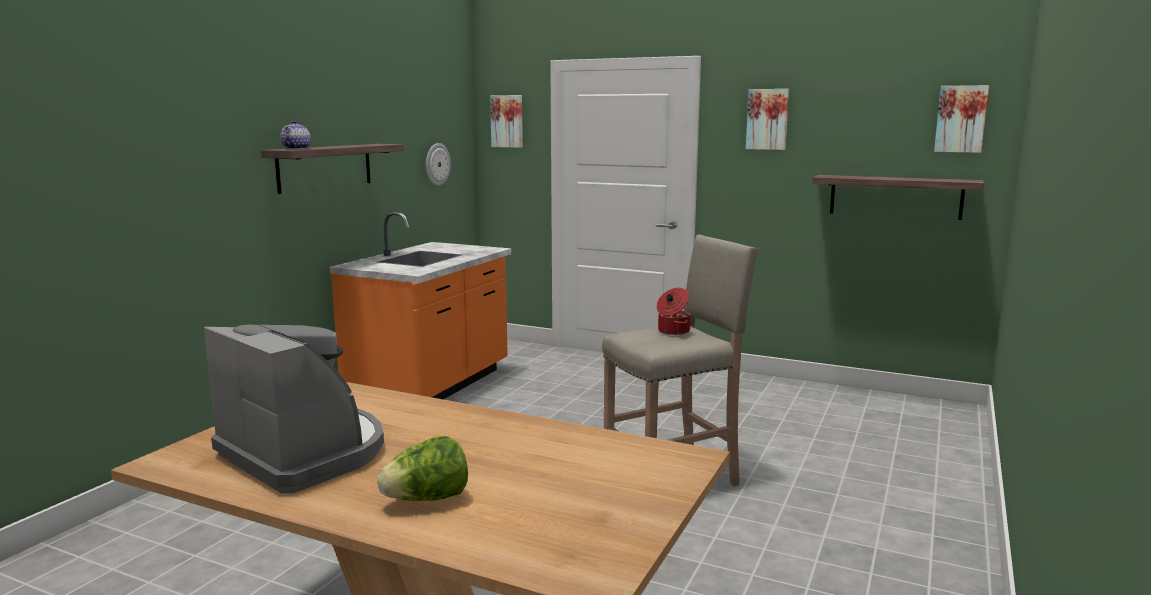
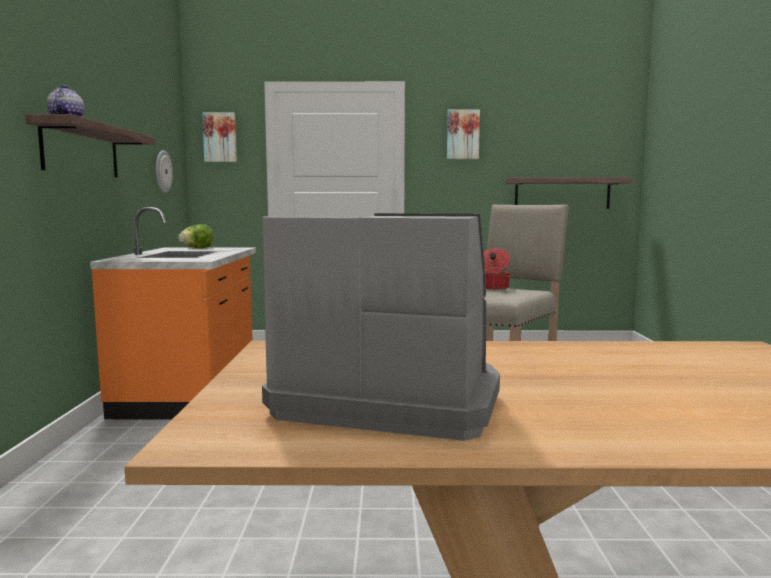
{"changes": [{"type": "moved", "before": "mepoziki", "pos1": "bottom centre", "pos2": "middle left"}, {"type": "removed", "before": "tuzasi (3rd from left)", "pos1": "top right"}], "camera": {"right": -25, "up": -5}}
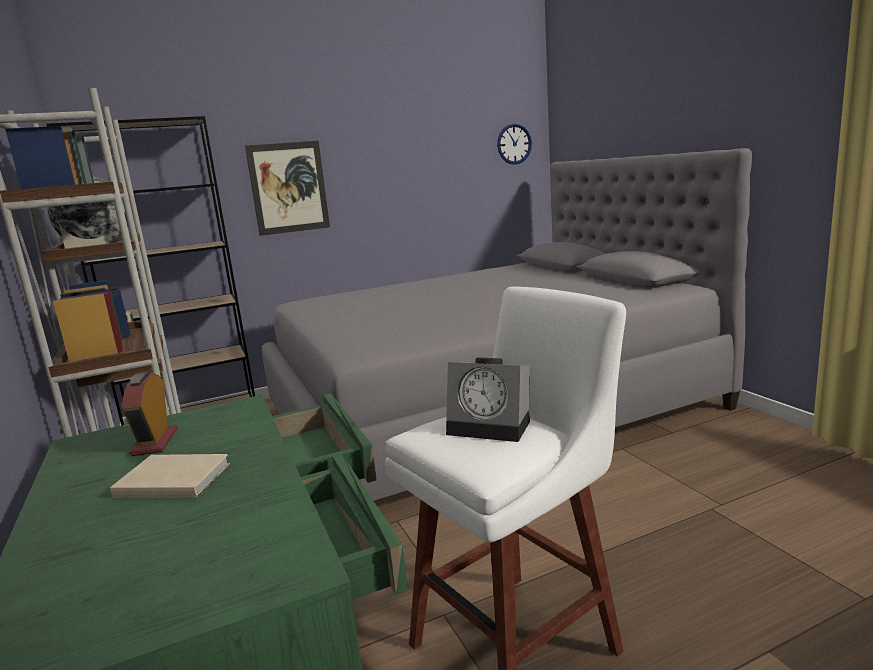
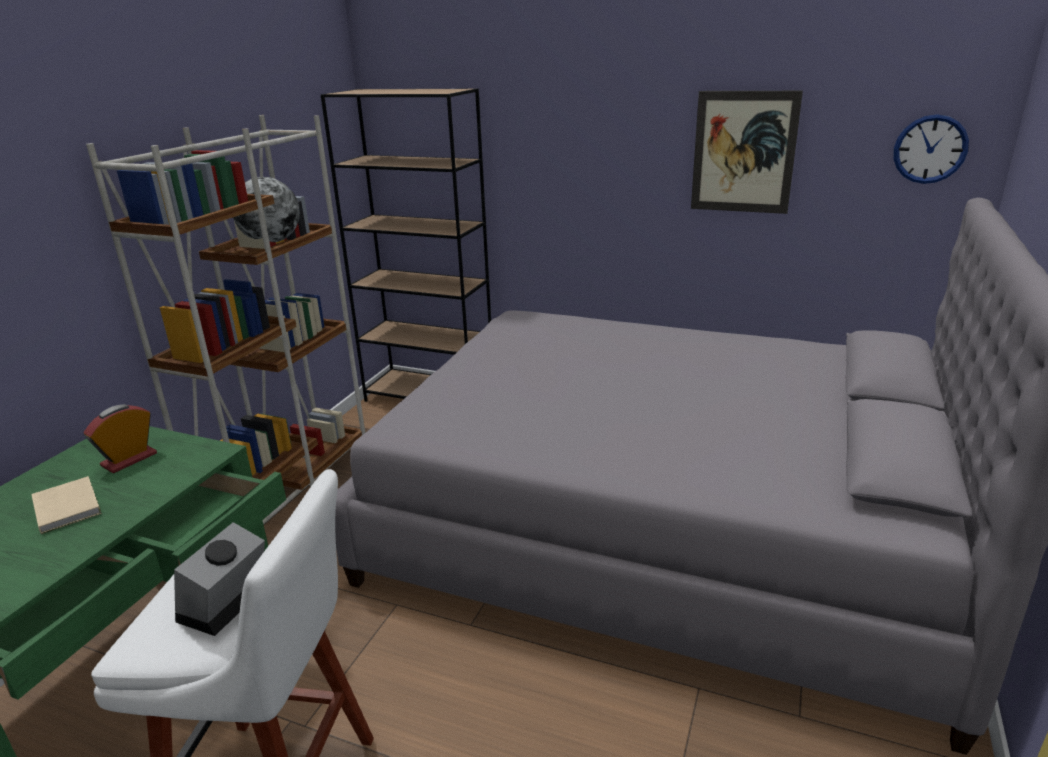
{"changes": [{"type": "turned", "before": "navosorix (2nd from left)", "pos1": "centre", "pos2": "bottom left", "turn": 45}, {"type": "moved", "before": "tuzasi", "pos1": "top left", "pos2": "top right"}], "camera": {"right": 45, "up": 10}}
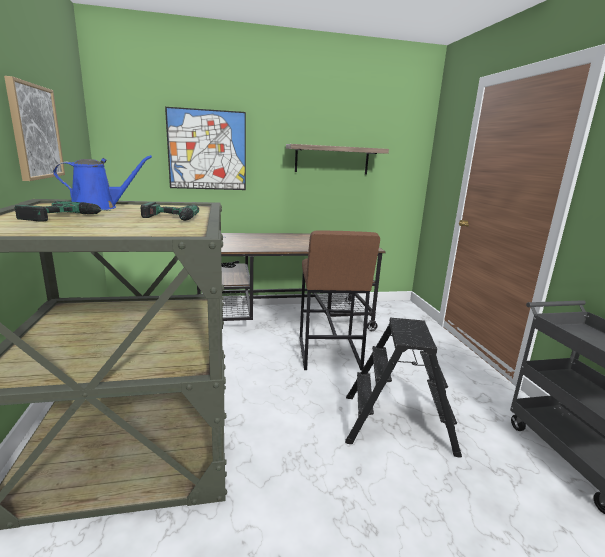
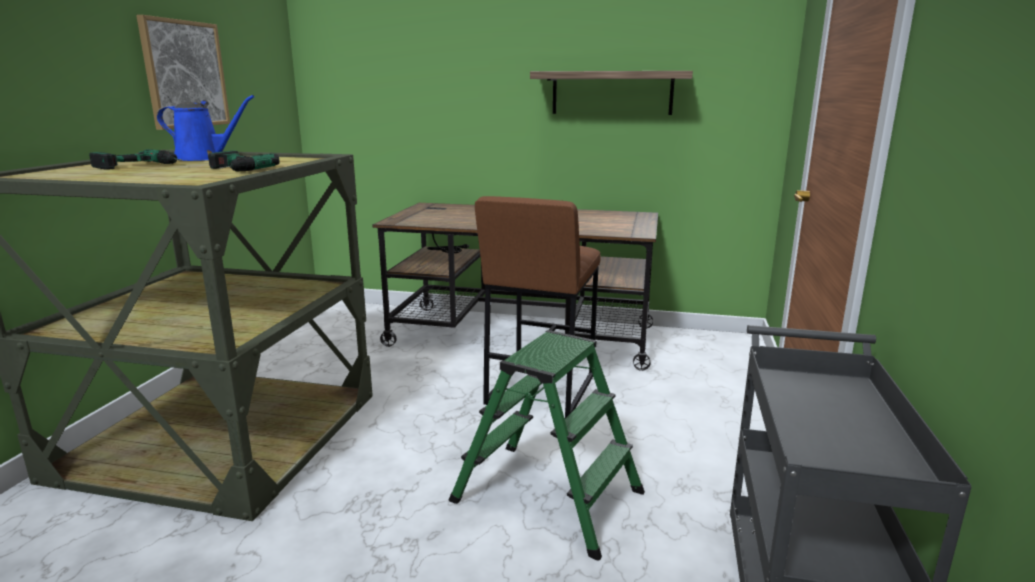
{"changes": [{"type": "recoloured", "before": "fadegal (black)", "after": "fadegal (green)", "pos1": "bottom centre", "pos2": "bottom centre"}, {"type": "removed", "before": "tuzasi (2nd from left)", "pos1": "top centre"}], "camera": {"right": 25, "up": 0}}
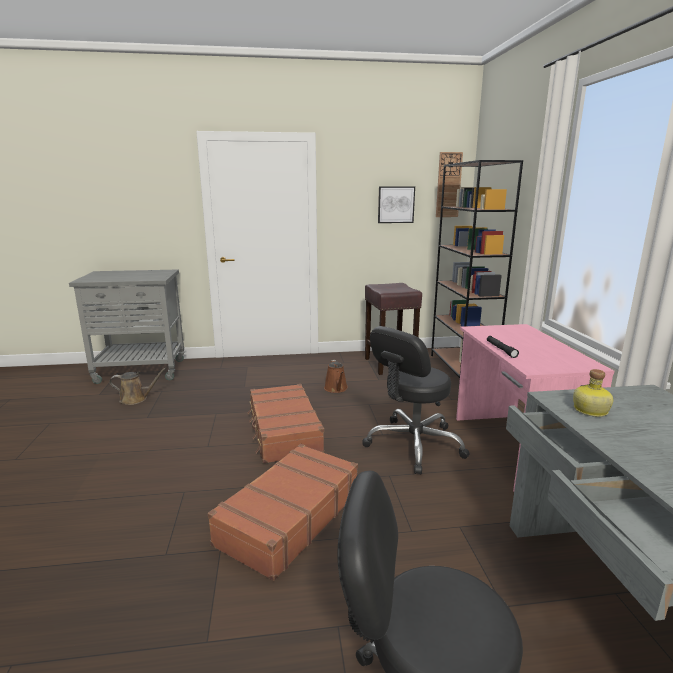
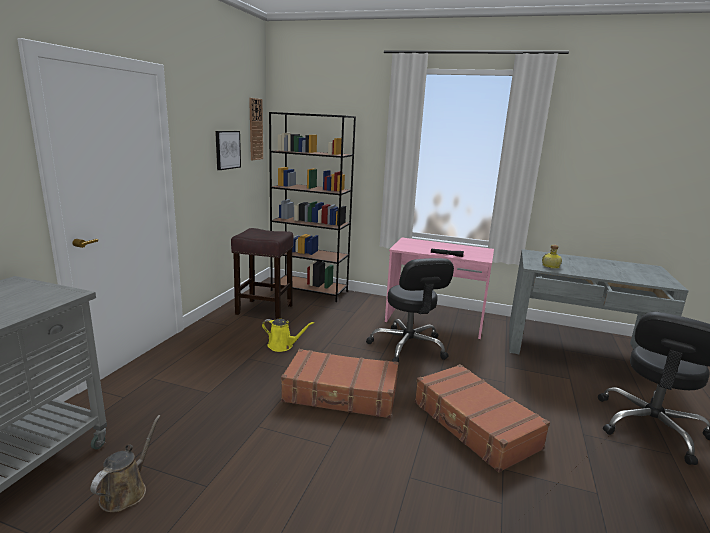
{"changes": [{"type": "recoloured", "before": "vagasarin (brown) (2nd from left)", "after": "vagasarin (yellow)", "pos1": "centre", "pos2": "centre"}], "camera": {"right": -65, "up": 0}}
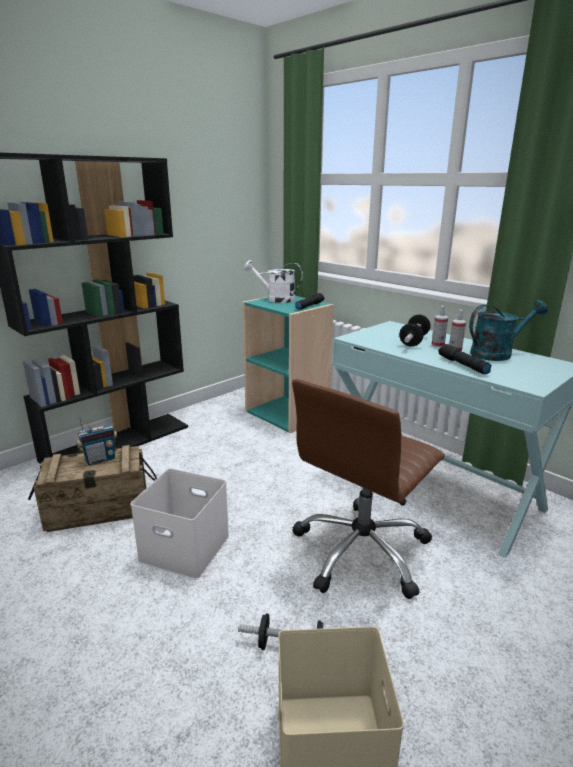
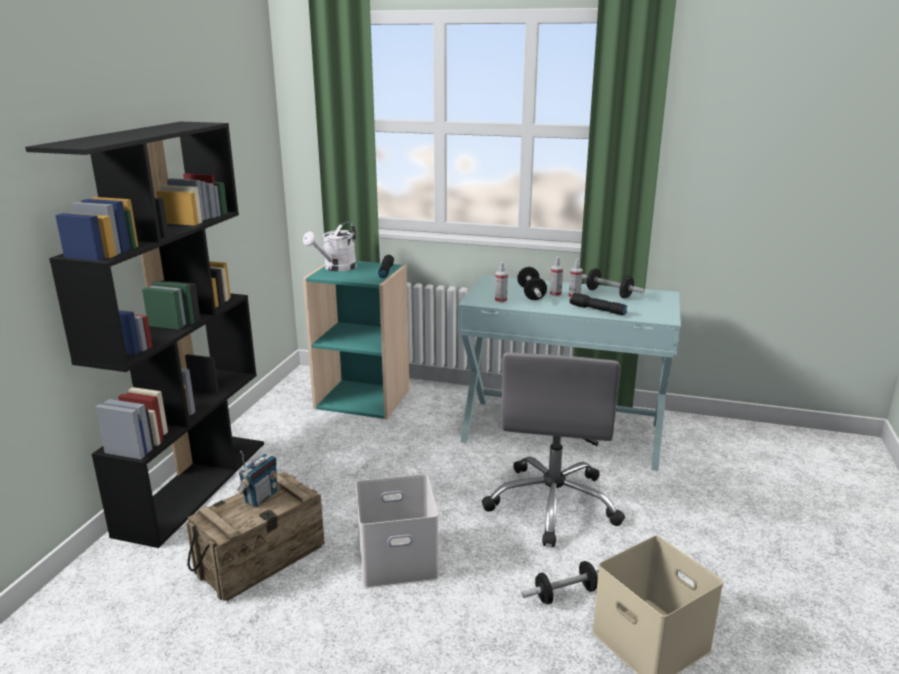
{"changes": [{"type": "turned", "before": "vagasarin (white)", "pos1": "centre", "pos2": "centre", "turn": -45}, {"type": "recoloured", "before": "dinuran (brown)", "after": "dinuran (grey)", "pos1": "centre", "pos2": "centre"}, {"type": "added", "after": "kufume (1st from left)", "pos2": "centre"}, {"type": "replaced", "before": "vagasarin (turquoise)", "after": "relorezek (3rd from left)", "pos1": "middle right", "pos2": "middle right"}], "camera": {"right": -30, "up": 0}}
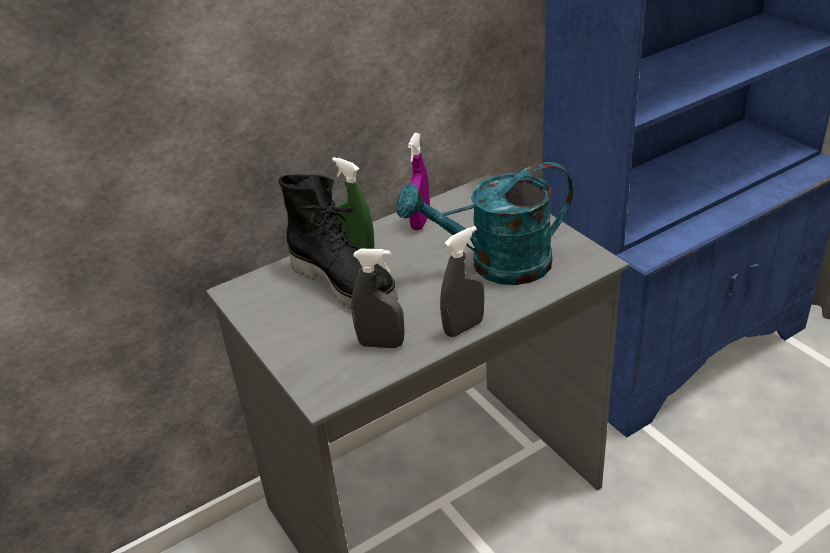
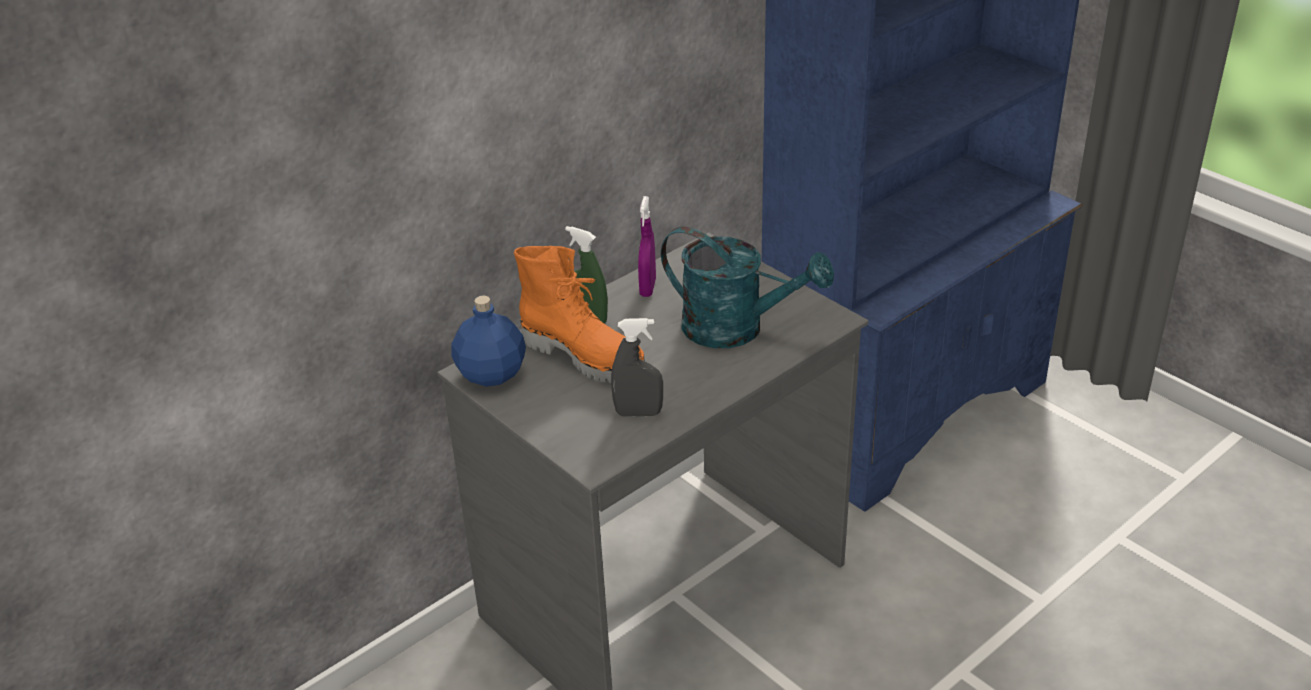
{"changes": [{"type": "added", "after": "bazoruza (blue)", "pos2": "centre"}, {"type": "recoloured", "before": "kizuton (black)", "after": "kizuton (orange)", "pos1": "centre", "pos2": "centre"}, {"type": "turned", "before": "vagasarin (turquoise)", "pos1": "centre", "pos2": "centre", "turn": -135}, {"type": "removed", "before": "kufume (grey) (2nd from left)", "pos1": "centre"}], "camera": {"right": -10, "up": 0}}
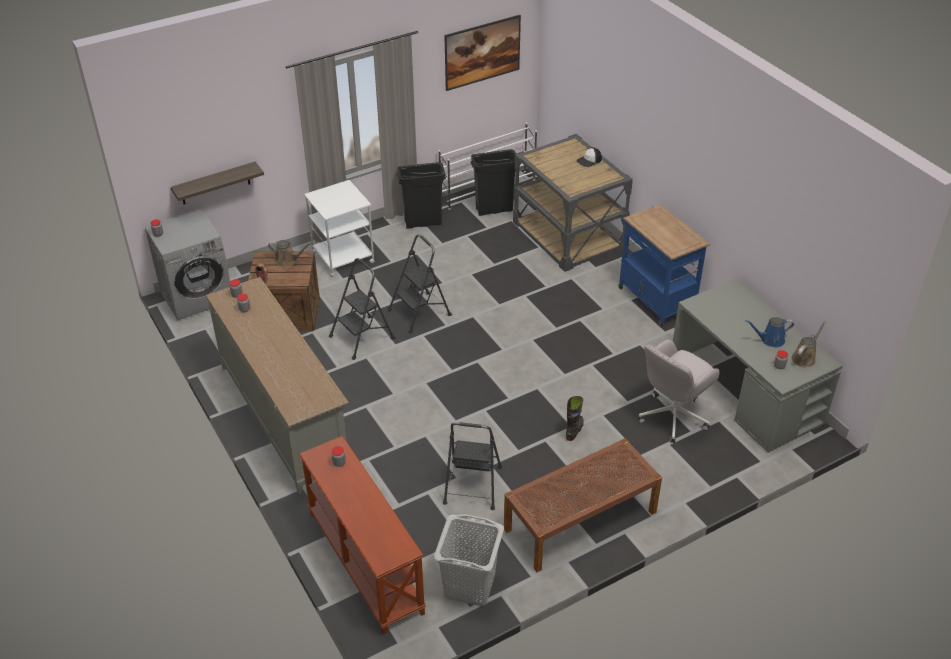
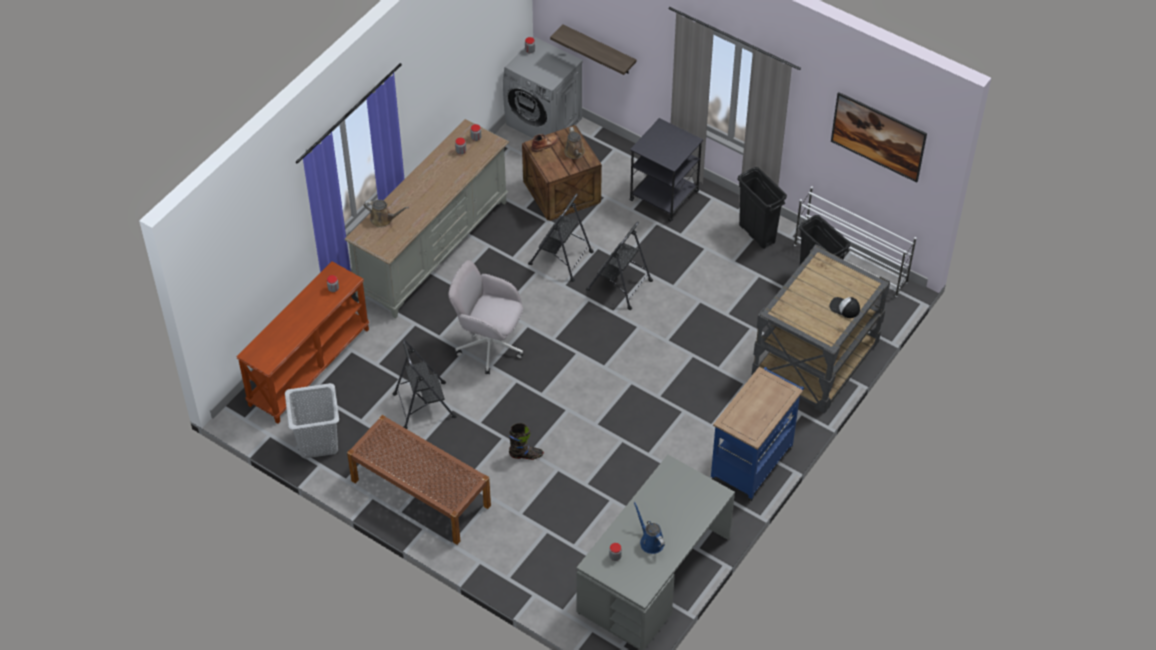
{"changes": [{"type": "moved", "before": "vagasarin (brown) (2nd from left in the first image)", "after": "vagasarin (brown) (1st from left)", "pos1": "middle right", "pos2": "top centre"}, {"type": "moved", "before": "dinuran (grey)", "pos1": "middle right", "pos2": "centre"}, {"type": "recoloured", "before": "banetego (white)", "after": "banetego (black)", "pos1": "centre", "pos2": "top centre"}], "camera": {"right": 65, "up": 10}}
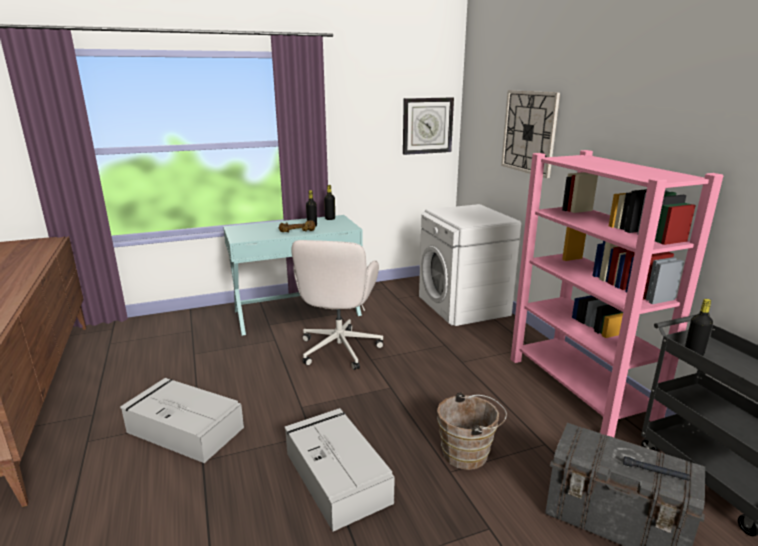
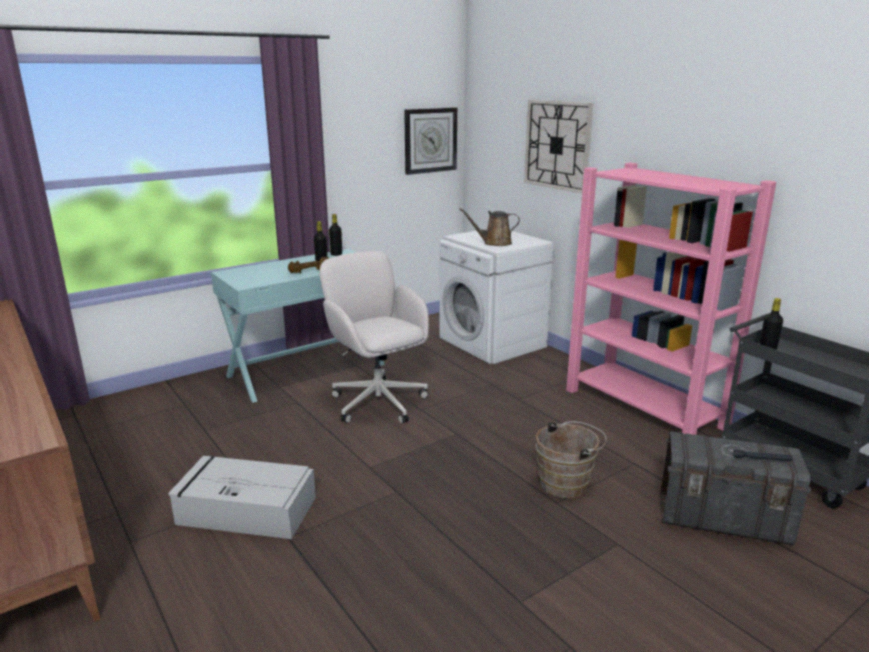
{"changes": [{"type": "turned", "before": "dinuran (white)", "pos1": "centre", "pos2": "centre", "turn": 150}, {"type": "added", "after": "vagasarin (brown)", "pos2": "centre"}, {"type": "removed", "before": "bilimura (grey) (2nd from left)", "pos1": "bottom centre"}], "camera": {"right": -15, "up": 0}}
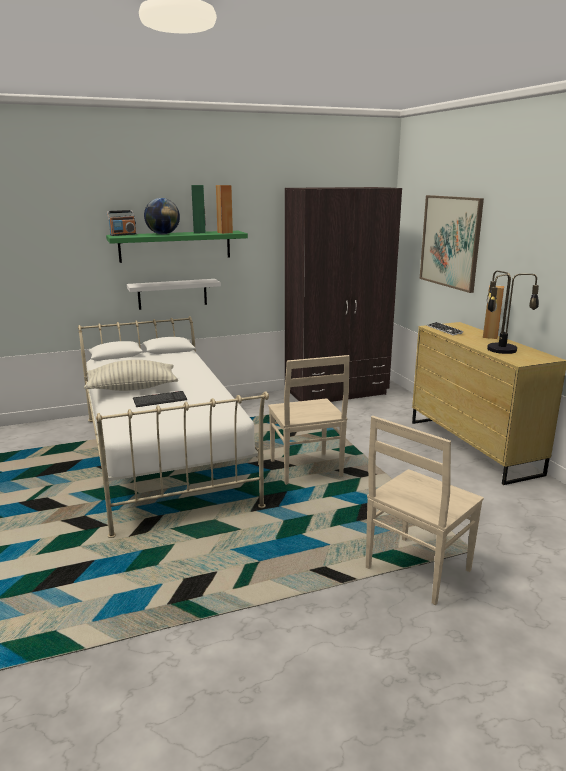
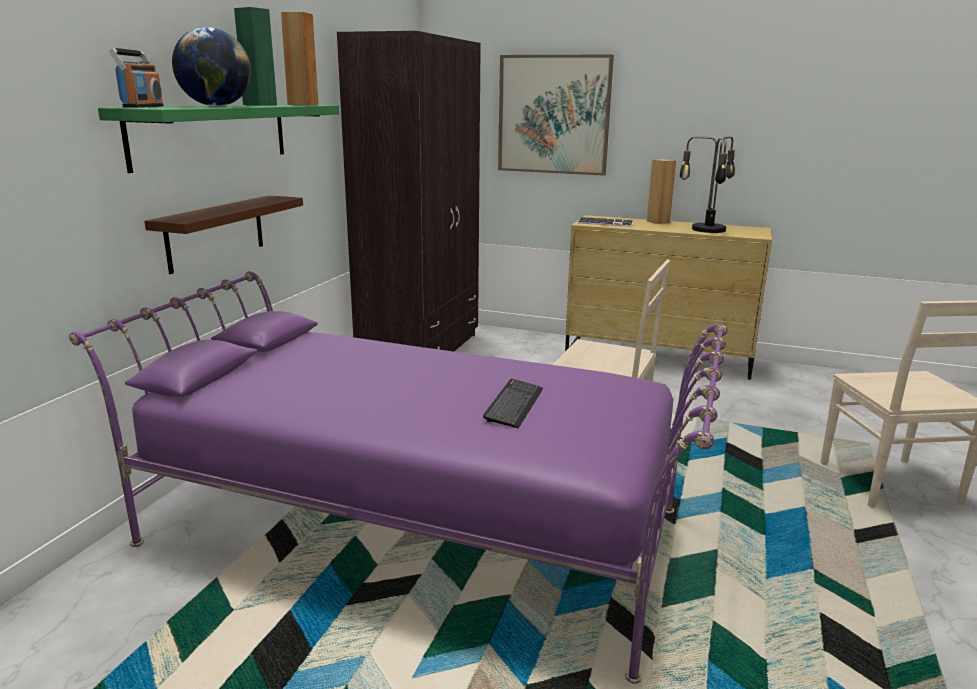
{"changes": [{"type": "recoloured", "before": "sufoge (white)", "after": "sufoge (purple)", "pos1": "middle left", "pos2": "bottom centre"}, {"type": "recoloured", "before": "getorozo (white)", "after": "getorozo (brown)", "pos1": "middle left", "pos2": "middle left"}, {"type": "removed", "before": "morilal", "pos1": "middle left"}], "camera": {"right": -50, "up": 0}}
